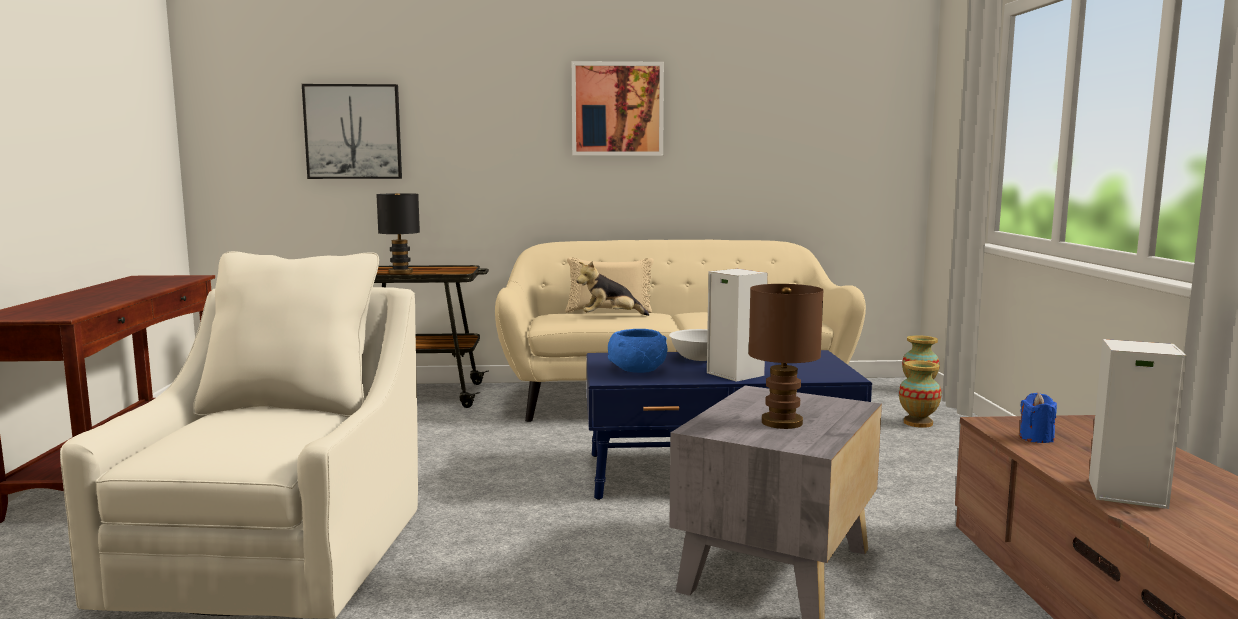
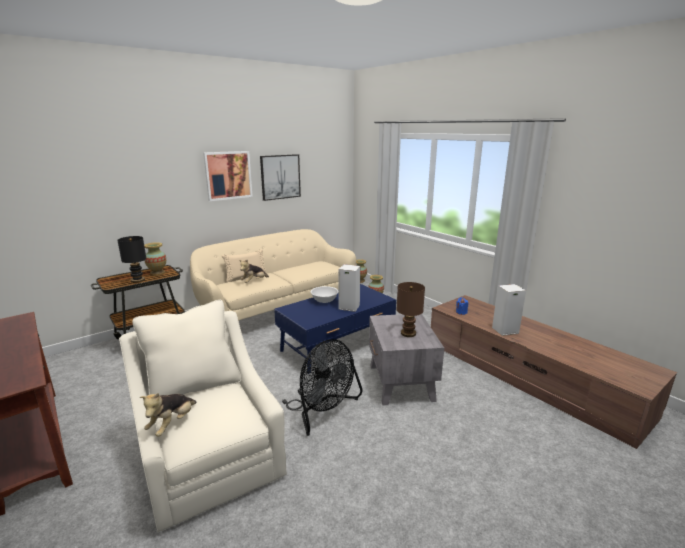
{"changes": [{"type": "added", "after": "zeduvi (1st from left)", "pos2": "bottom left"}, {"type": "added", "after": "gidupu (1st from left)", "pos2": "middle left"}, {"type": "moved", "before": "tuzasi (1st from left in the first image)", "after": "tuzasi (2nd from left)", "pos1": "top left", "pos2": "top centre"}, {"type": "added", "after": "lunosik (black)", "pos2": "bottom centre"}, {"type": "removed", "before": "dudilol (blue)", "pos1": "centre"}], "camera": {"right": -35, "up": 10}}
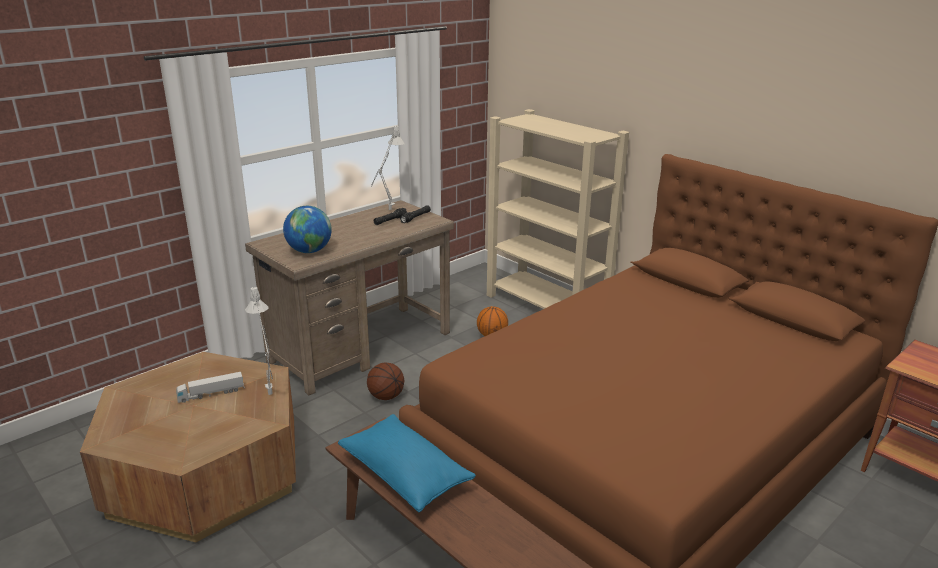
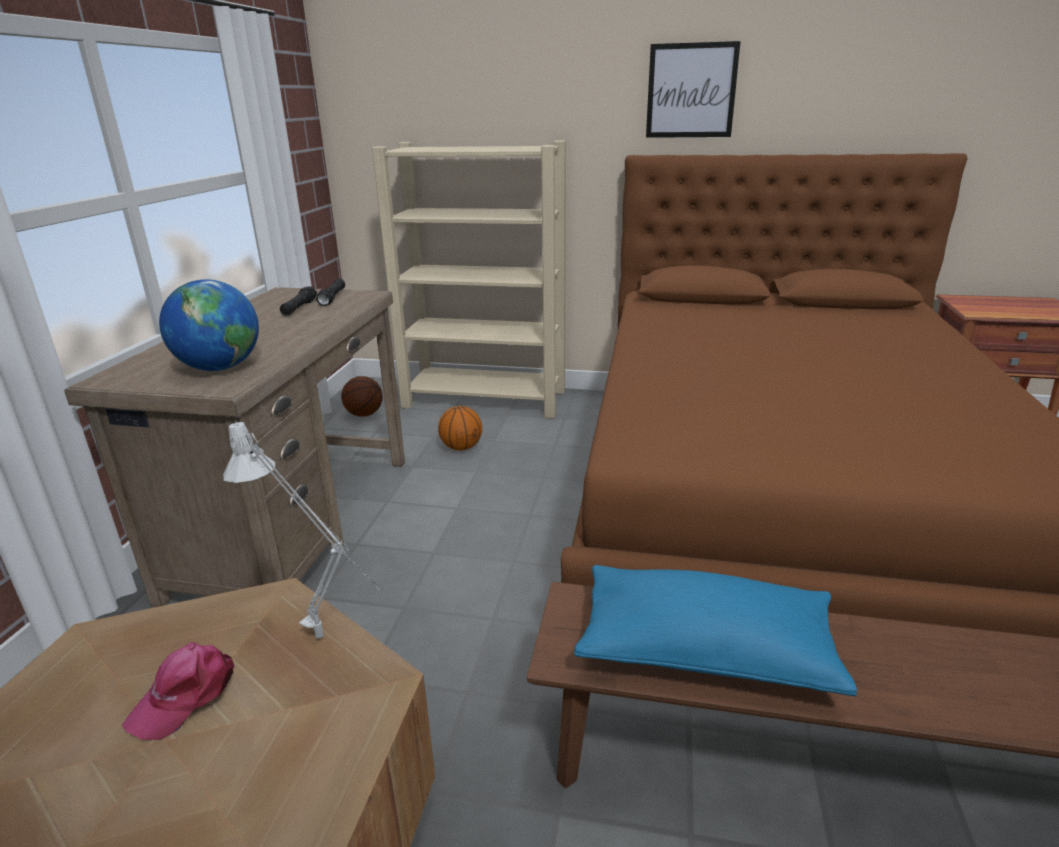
{"changes": [{"type": "replaced", "before": "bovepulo", "after": "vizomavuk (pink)", "pos1": "bottom left", "pos2": "bottom left"}, {"type": "moved", "before": "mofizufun (1st from left)", "pos1": "bottom centre", "pos2": "centre"}, {"type": "added", "after": "tuzasi", "pos2": "top centre"}, {"type": "removed", "before": "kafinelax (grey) (2nd from left)", "pos1": "top centre"}], "camera": {"right": -35, "up": 0}}
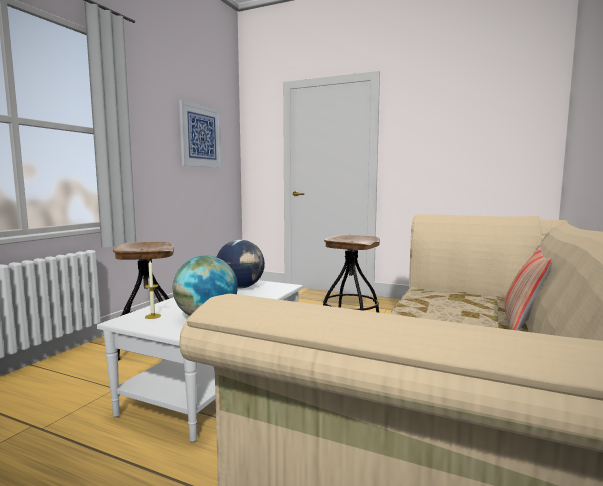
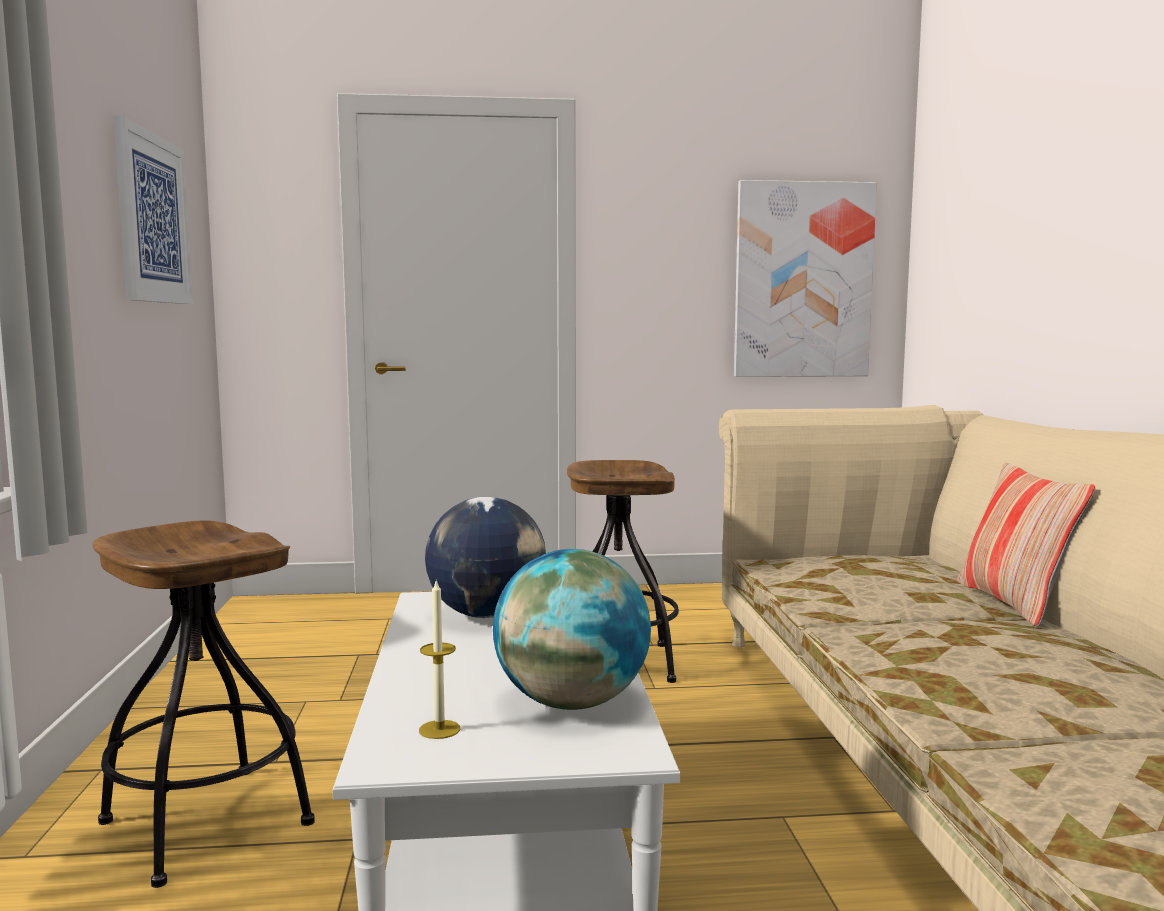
{"changes": [{"type": "added", "after": "tuzasi (2nd from left)", "pos2": "top right"}], "camera": {"right": -30, "up": 0}}
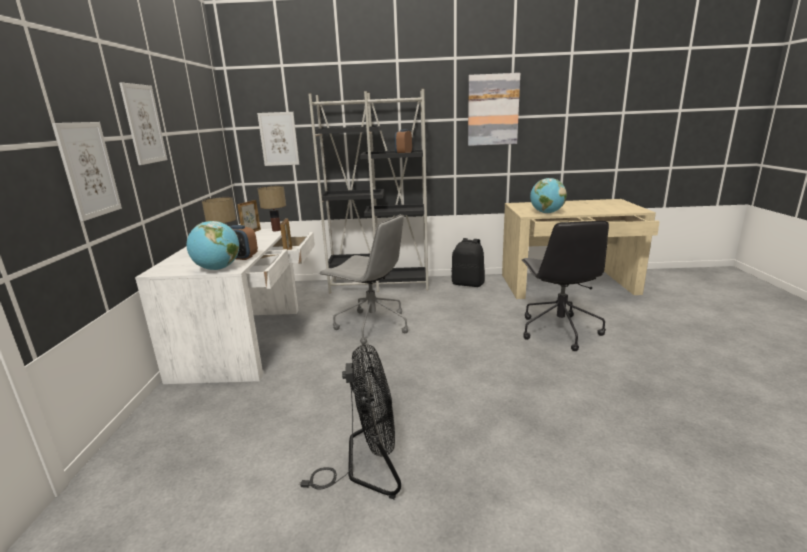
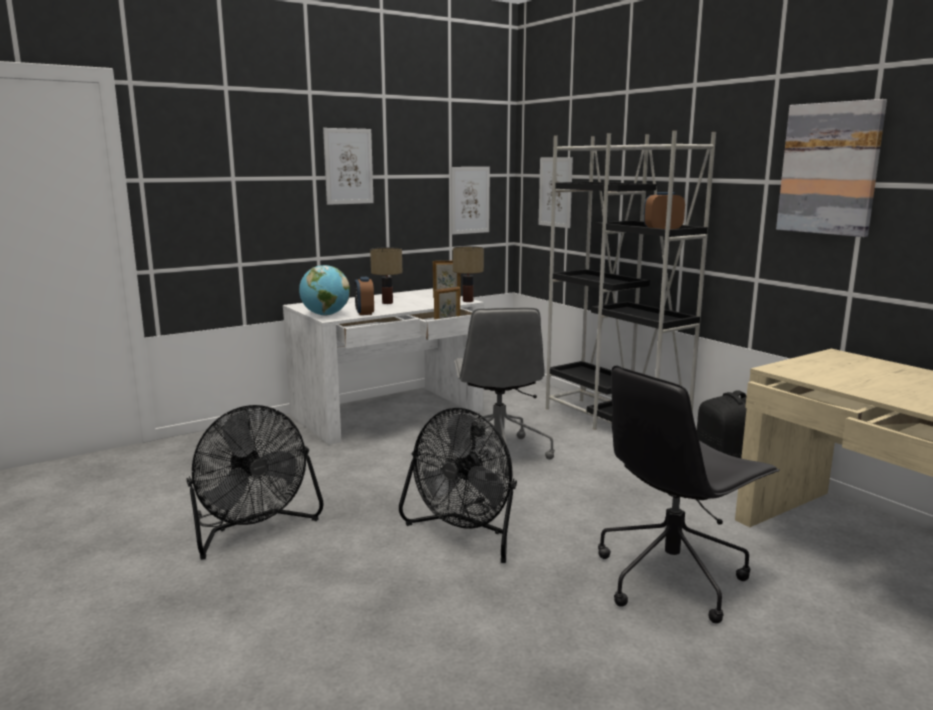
{"changes": [{"type": "added", "after": "lunosik (black) (2nd from left)", "pos2": "bottom centre"}, {"type": "moved", "before": "tuzasi (1st from left in the first image)", "after": "tuzasi (2nd from left)", "pos1": "top left", "pos2": "top centre"}, {"type": "removed", "before": "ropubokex (2nd from left)", "pos1": "middle right"}], "camera": {"right": 55, "up": -5}}
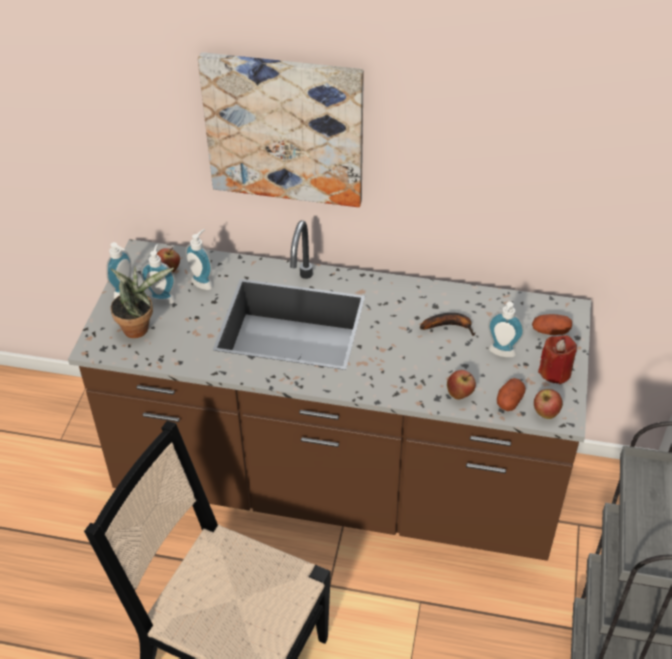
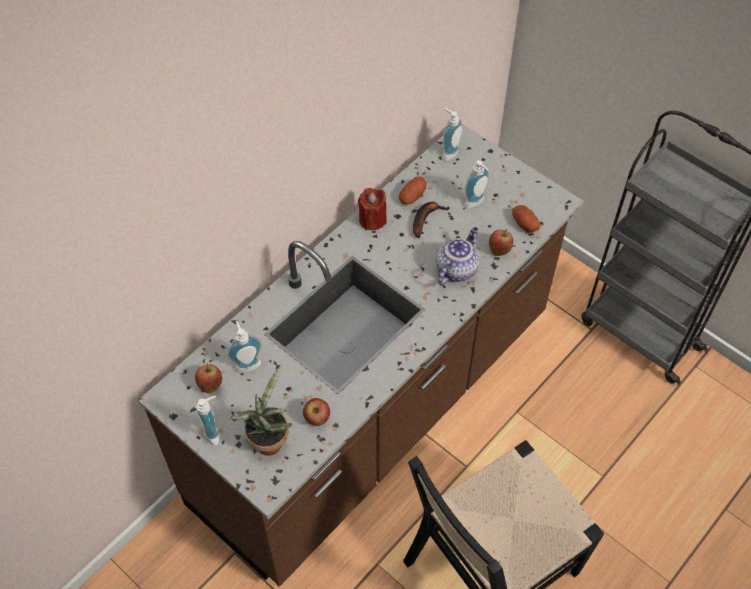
{"changes": [{"type": "moved", "before": "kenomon (3rd from left in the first image)", "after": "kenomon (2nd from left)", "pos1": "middle right", "pos2": "bottom centre"}, {"type": "moved", "before": "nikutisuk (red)", "pos1": "middle right", "pos2": "centre"}, {"type": "moved", "before": "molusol (2nd from left in the first image)", "after": "molusol (1st from left)", "pos1": "middle right", "pos2": "top centre"}, {"type": "added", "after": "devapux", "pos2": "centre"}, {"type": "moved", "before": "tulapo (2nd from left in the first image)", "after": "tulapo (3rd from left)", "pos1": "middle left", "pos2": "top centre"}, {"type": "removed", "before": "tuzasi", "pos1": "top centre"}], "camera": {"right": -60, "up": 10}}
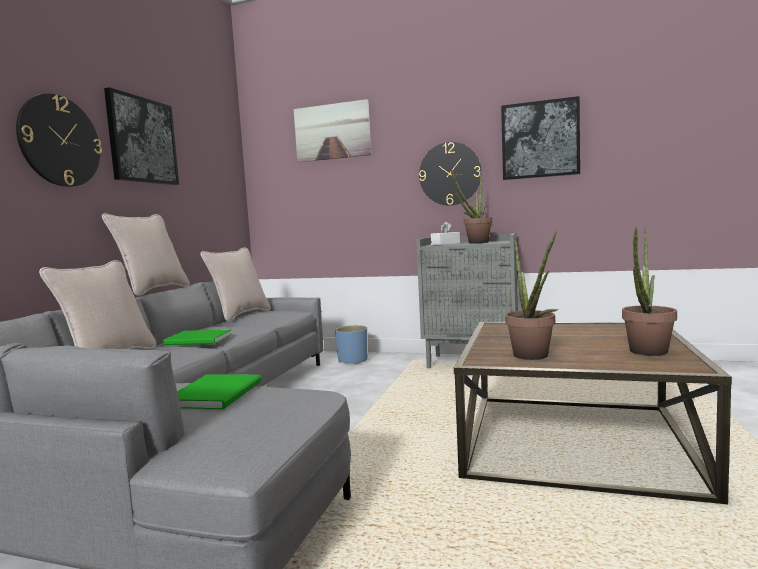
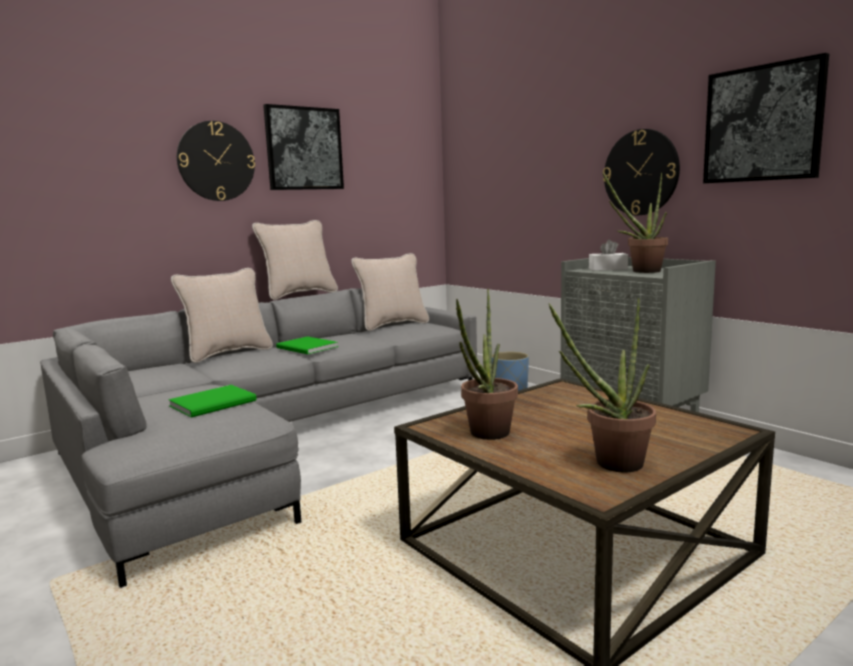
{"changes": [{"type": "removed", "before": "tuzasi (2nd from left)", "pos1": "top centre"}], "camera": {"right": 35, "up": 5}}
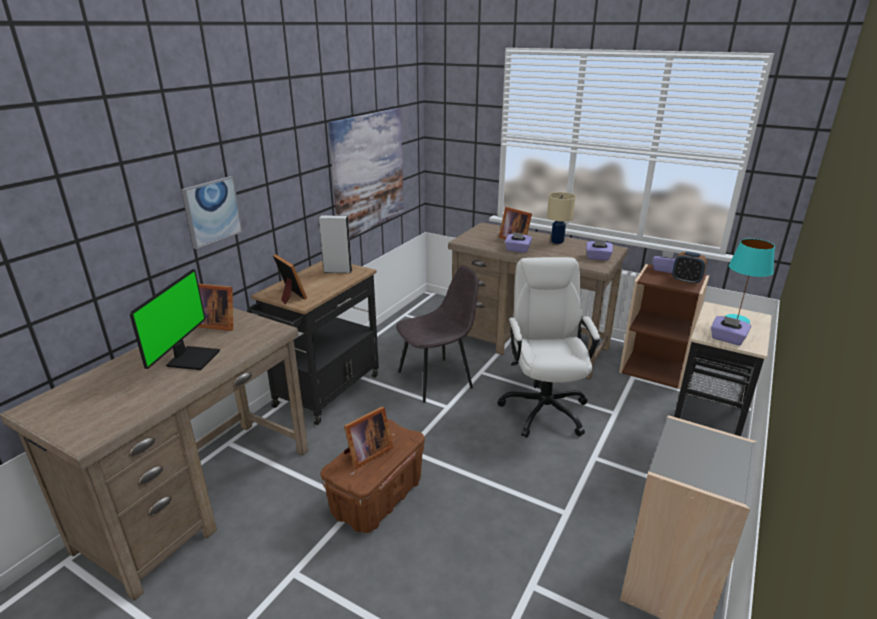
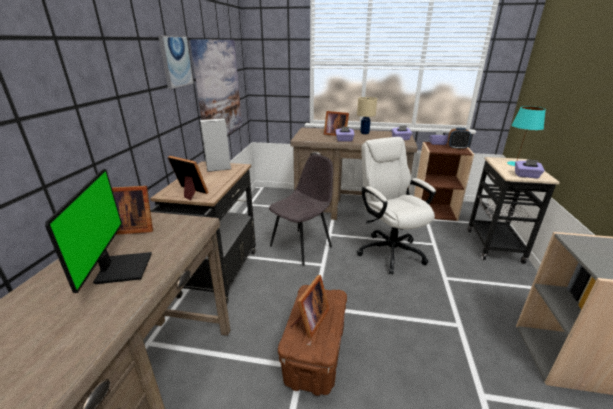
{"changes": [{"type": "moved", "before": "tuzasi (1st from left)", "pos1": "middle left", "pos2": "top left"}], "camera": {"right": -20, "up": 0}}
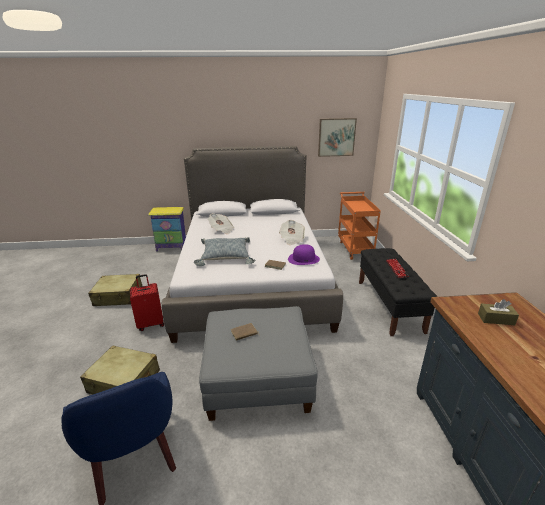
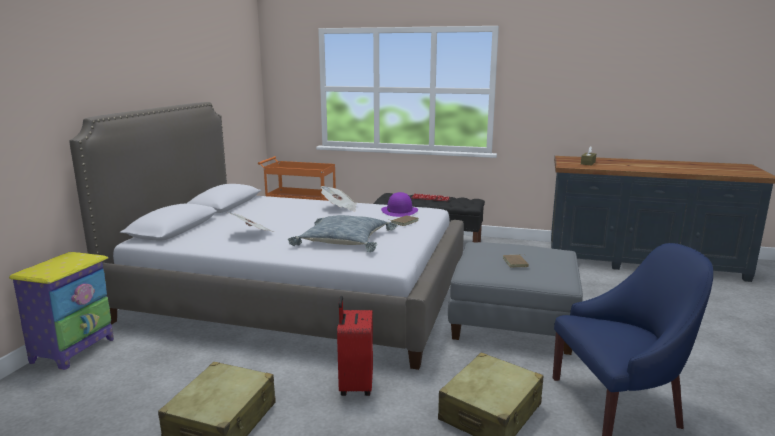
{"changes": [{"type": "removed", "before": "tuzasi", "pos1": "top centre"}], "camera": {"right": -70, "up": -10}}
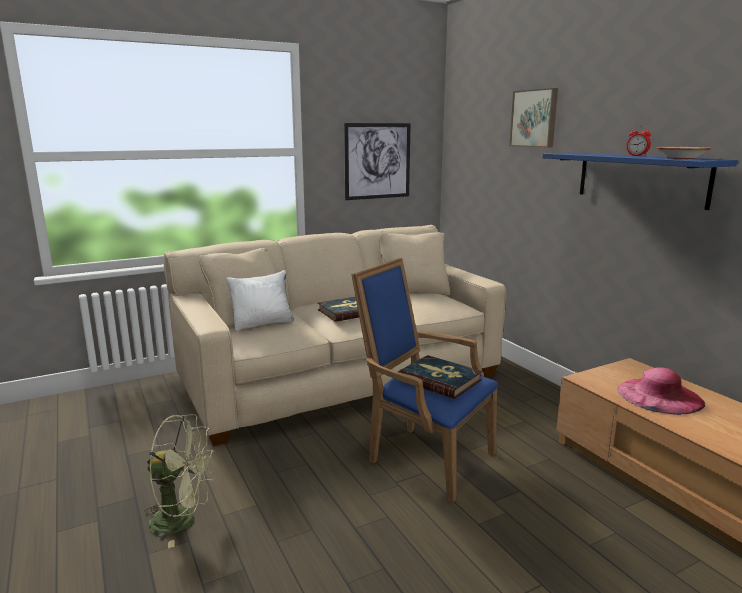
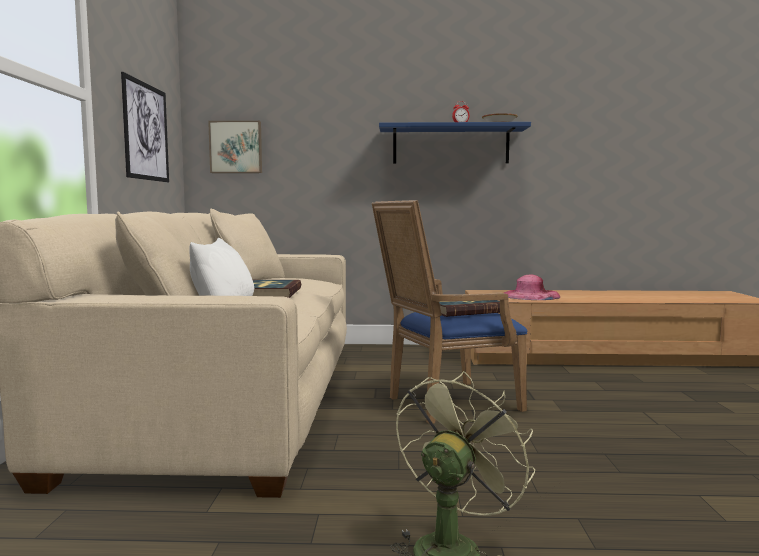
{"changes": [{"type": "moved", "before": "tuzasi (2nd from left)", "pos1": "top right", "pos2": "top left"}], "camera": {"right": -60, "up": -10}}
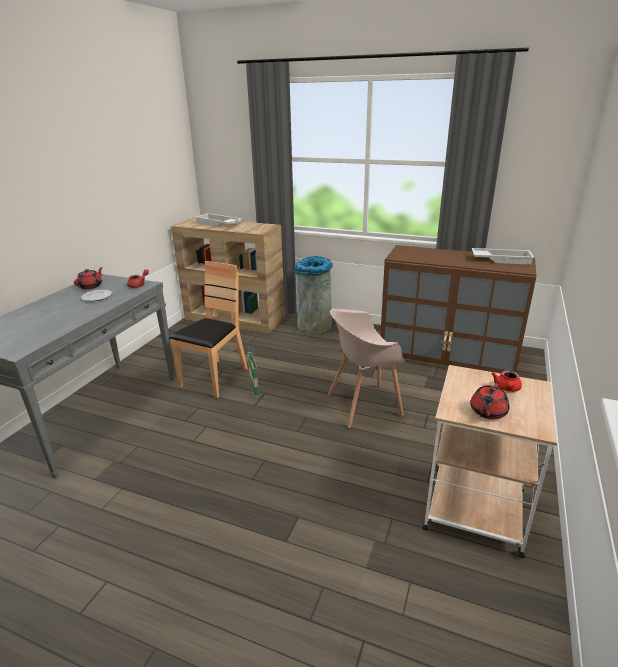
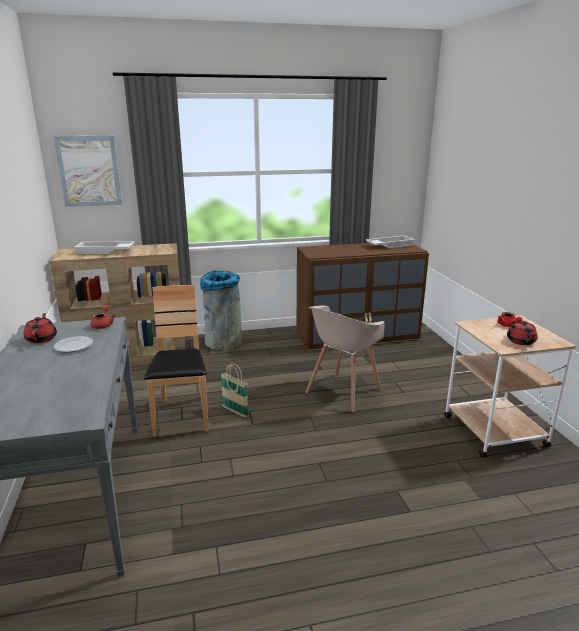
{"changes": [{"type": "added", "after": "tuzasi", "pos2": "top left"}], "camera": {"right": -35, "up": -5}}
